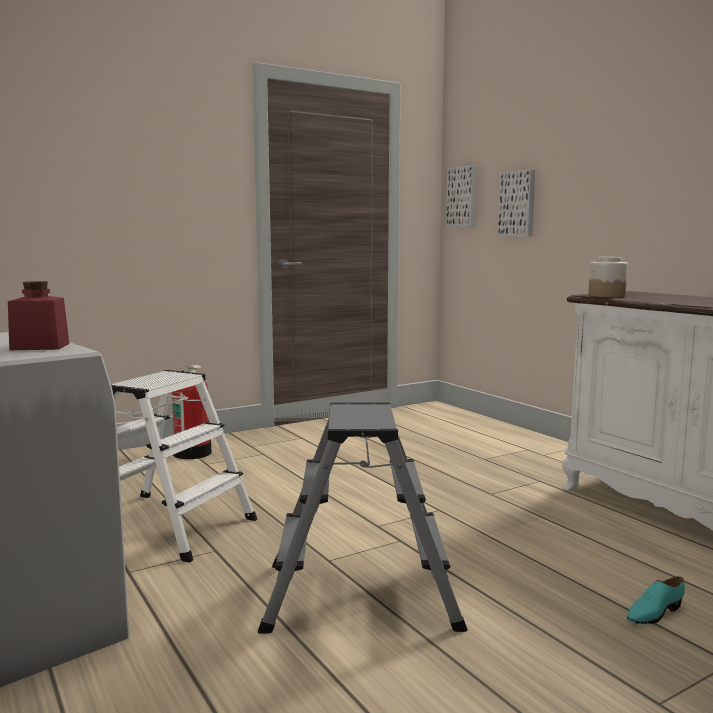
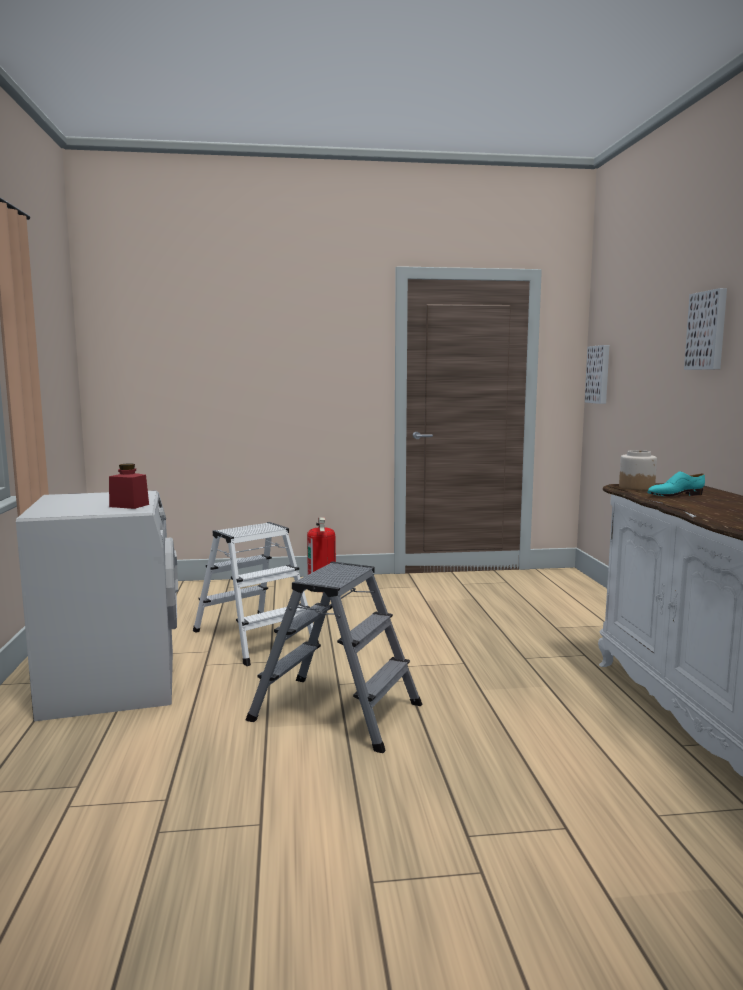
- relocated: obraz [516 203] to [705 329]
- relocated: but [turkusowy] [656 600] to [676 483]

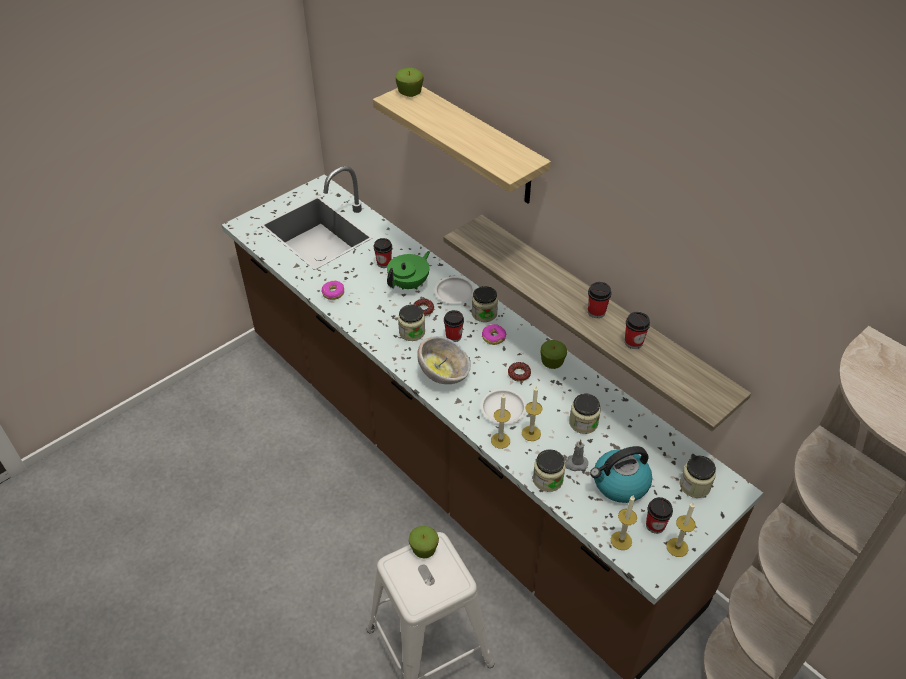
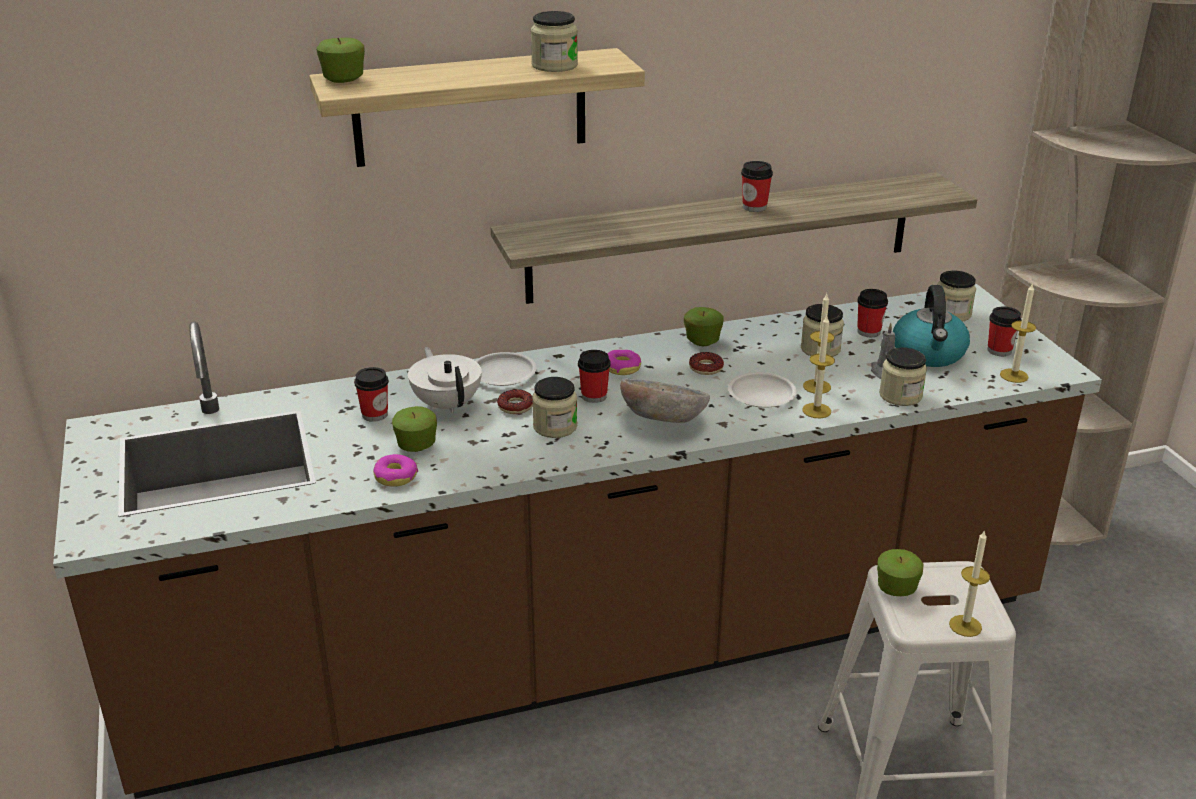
- colour: imbryk [zielony] [408 270] to imbryk [biały] [445 380]
- relocated: słoik [485 304] to [554 41]
- relocated: filiżanka [637 330] to [872 313]
- relocated: świeca [681 529] to [969 583]
- appeared: jabłko [414 429]

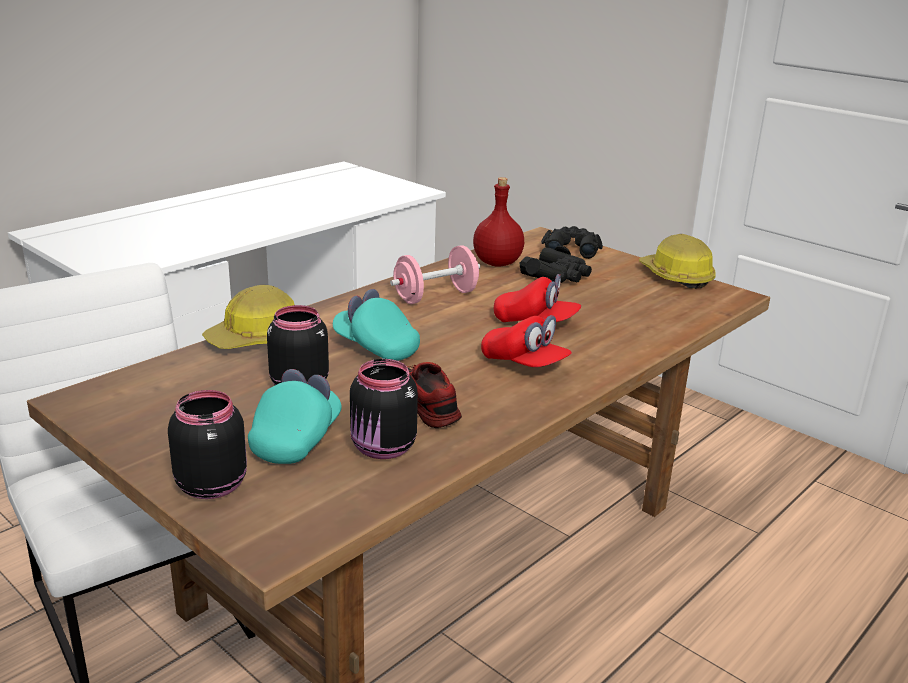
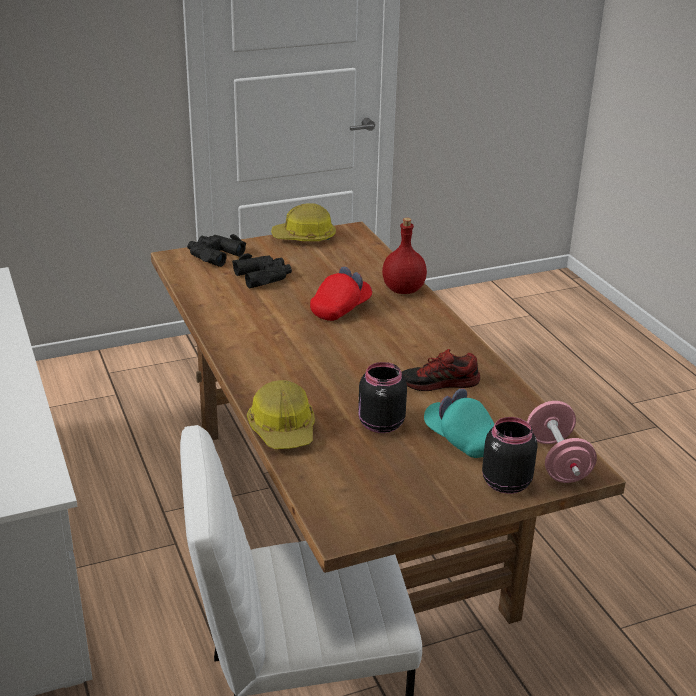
- relocated: butelka [czerwony] [498 222] to [404 256]
- relocated: hantel [różowy] [435 274] to [562 442]
- missing: czapka z daszkiem [turkusowy] [376 325]
- missing: czapka z daszkiem [czerwony] [526 341]
- missing: słoik [czarny] [384 409]

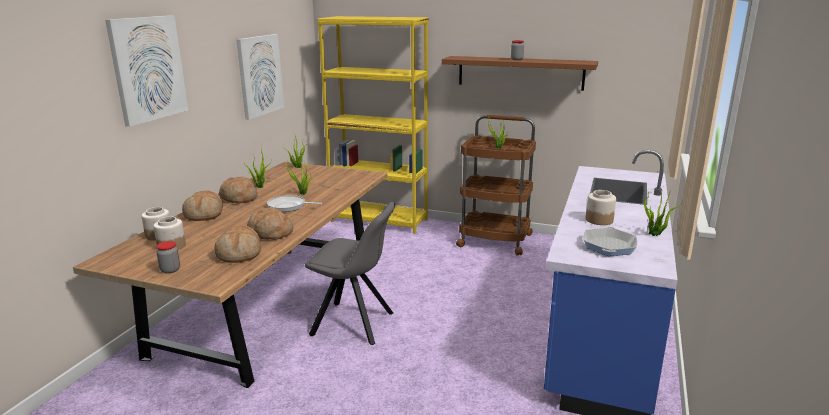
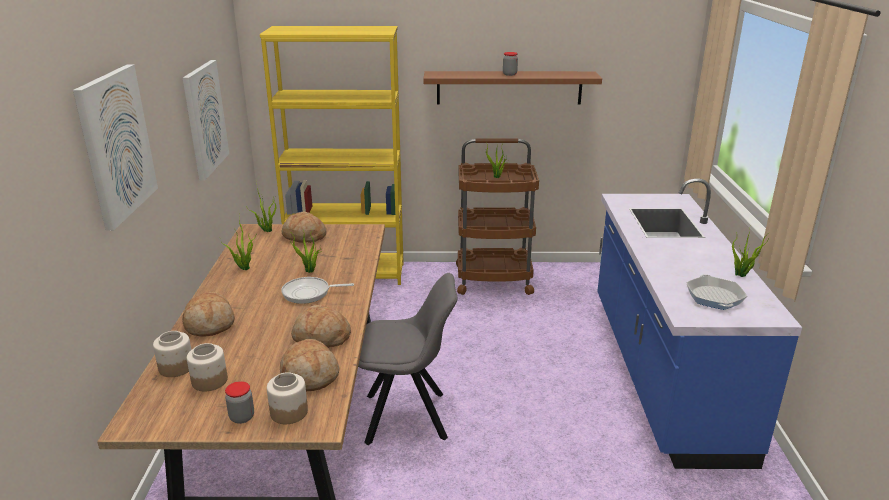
- relocated: chleb [238 190] to [303 227]
- relocated: słoik [601 207] to [287 398]

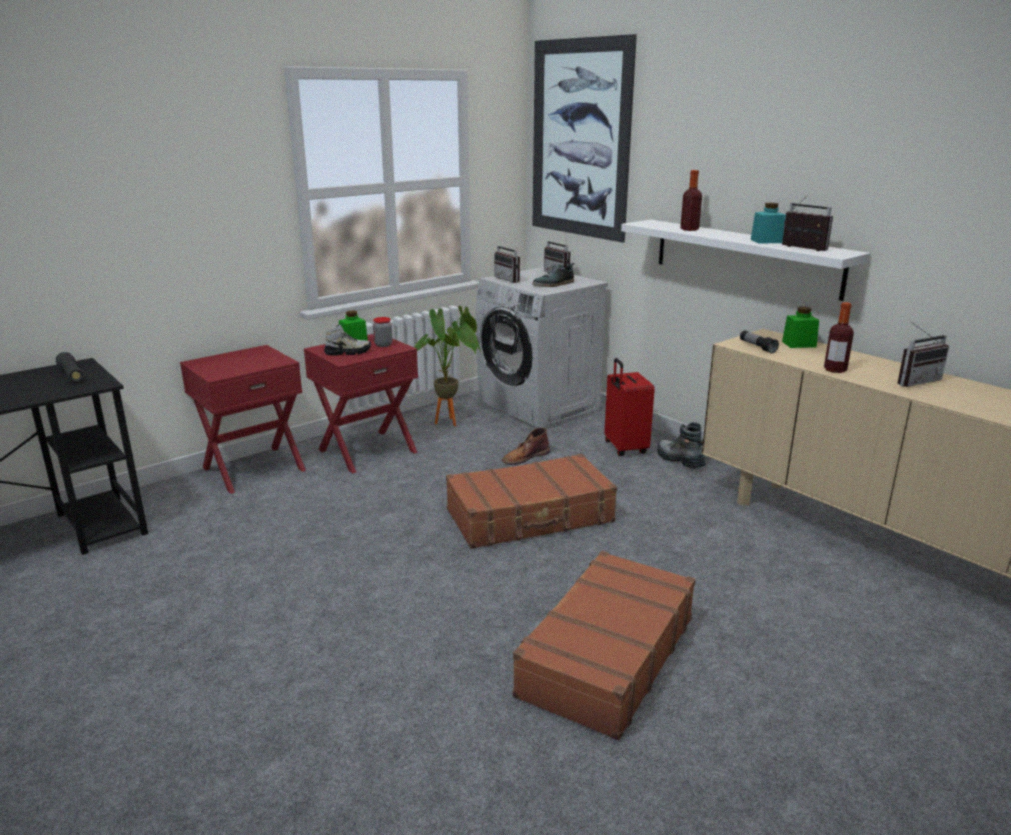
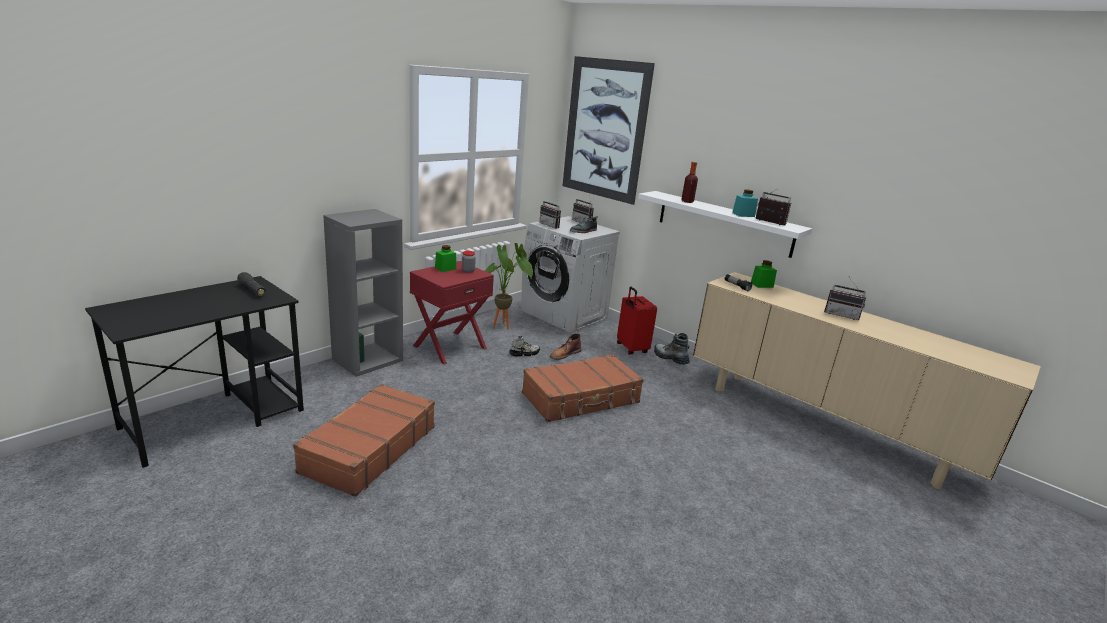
- missing: butelka [839 337]
- spun: radio [923 354] = [845 299] 60 degrees clockwise
- relocated: but [347 340] to [524 345]
- exchanged: szafka nocna [czerwony] [243 419] to regał [szary] [363 293]
- relocated: walizka [brązowy] [604 645] to [364 440]

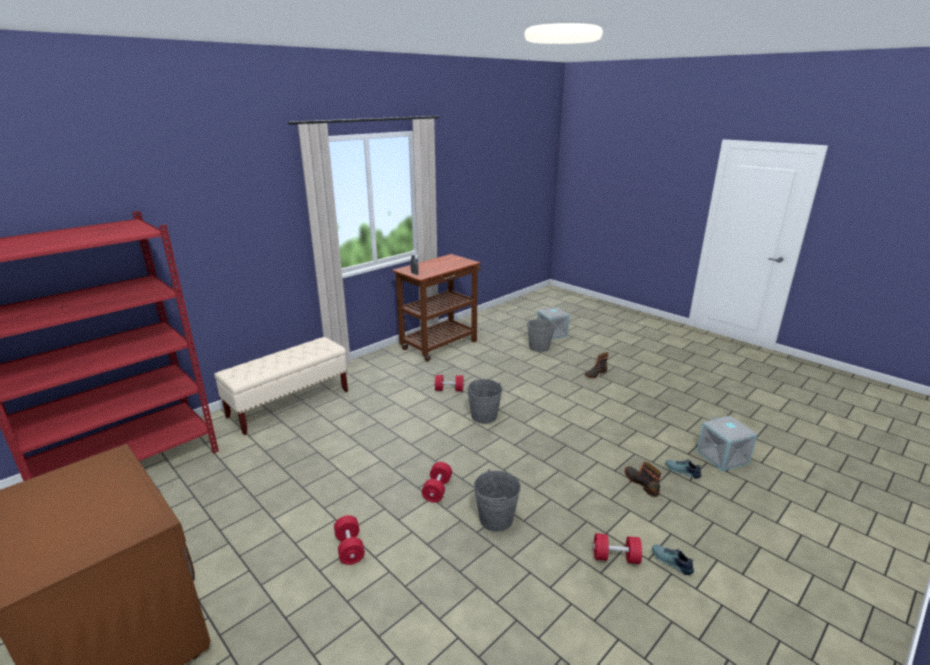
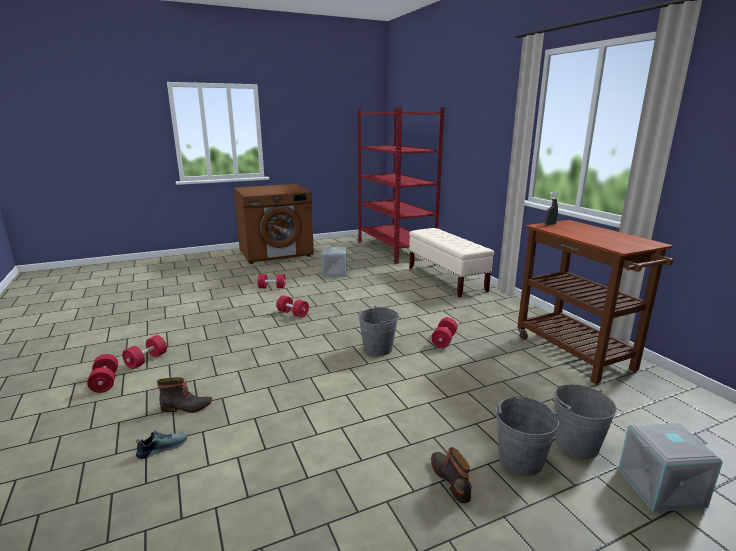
- relocated: pojemnik do przechowywania [szary] [727 443] to [334 262]
- relocated: wiadro [szary] [497 500] to [527 436]
- exchanged: but [673 559] to hantel [czerwony] [102 373]

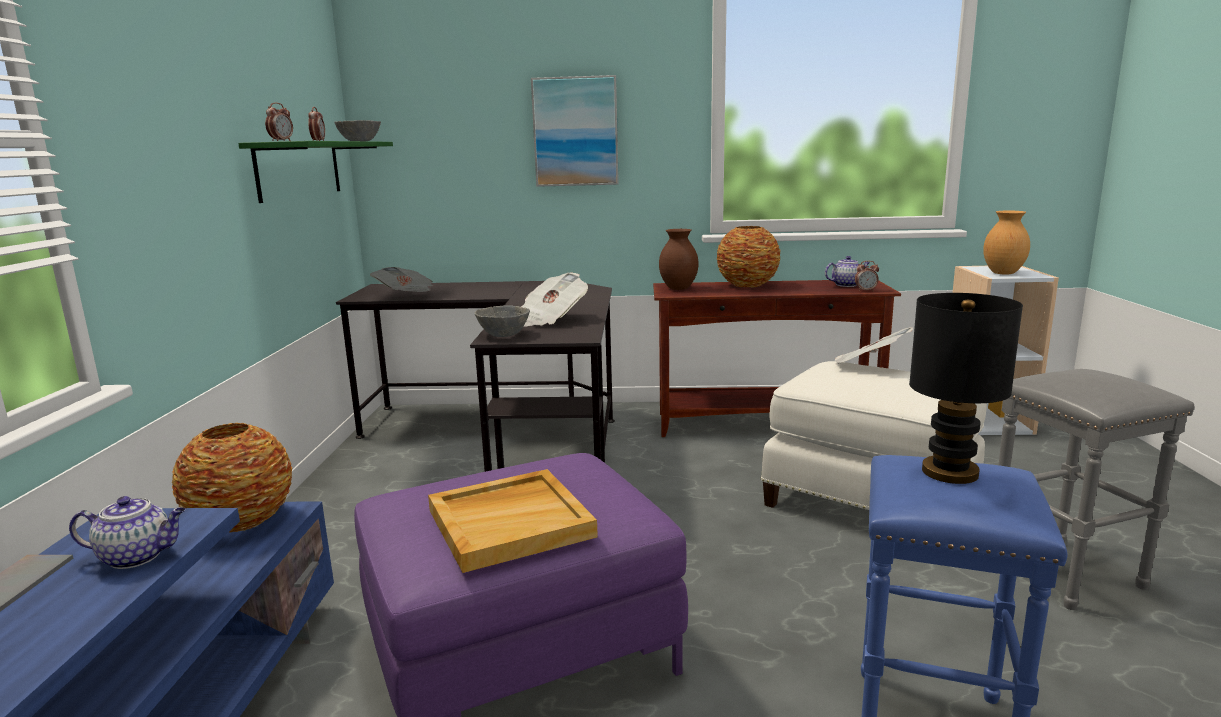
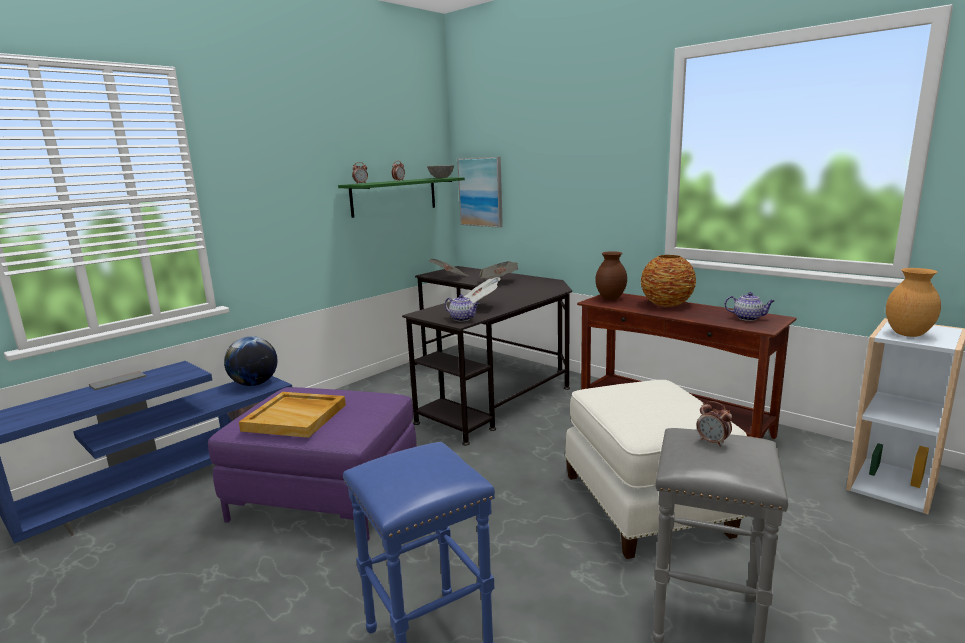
- relocated: obraz [575 131] to [480 192]
- relocated: budzik [867 276] to [714 424]
- missing: lampa stołowa [czarny] [966 388]
- missing: miska [szary] [502 321]
- relocated: gazeta [874 346] to [498 270]
- exchanged: wazon [232 477] to globus [250 361]
- relocated: imbryk [127 532] to [462 308]

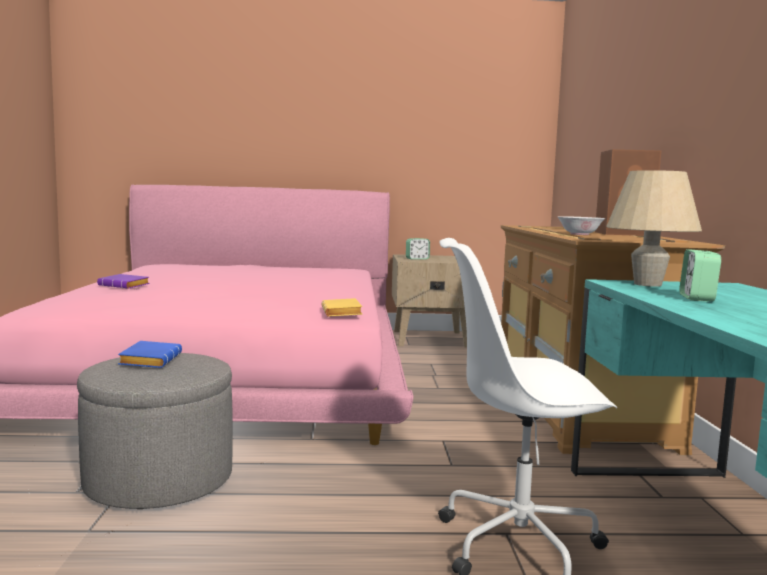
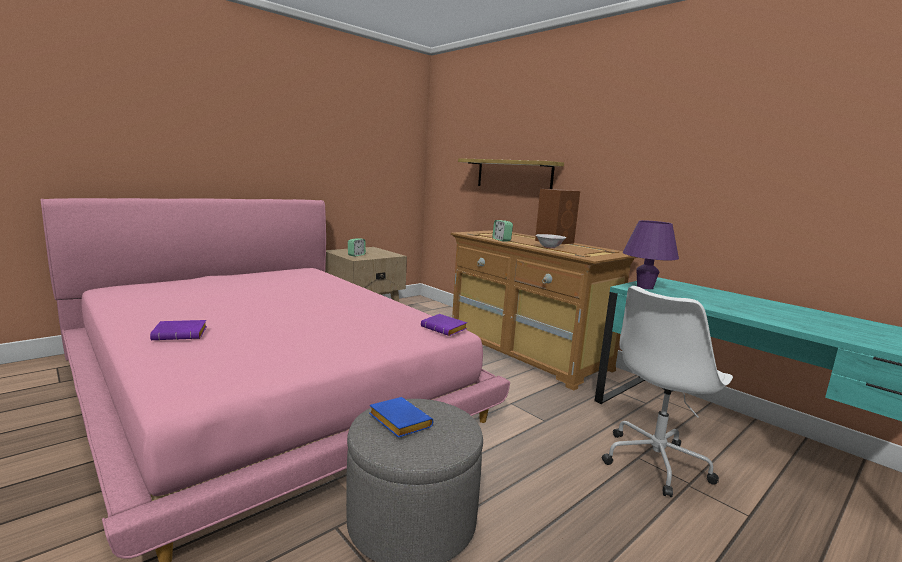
- colour: lampa stołowa [beżowy] [654 228] to lampa stołowa [fioletowy] [651 254]
- relocated: budzik [700 275] to [503 230]
- colour: książka [żółty] [342 307] to książka [fioletowy] [444 325]
- appeared: półka [511 173]

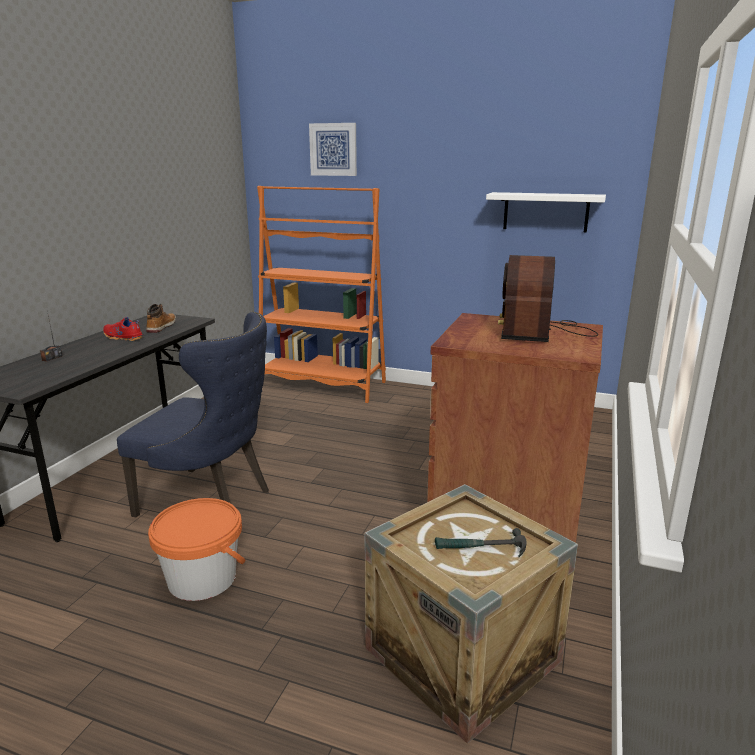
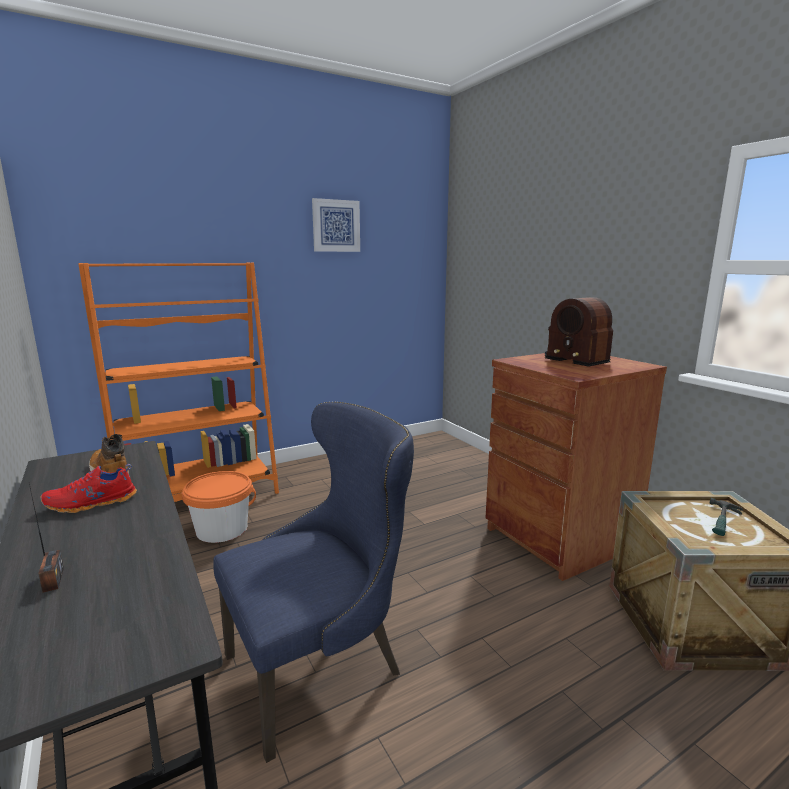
- relocated: obraz [333 149] to [336 225]
- missing: półka [biały] [546 212]
- relocated: wiadro [pomarańczowy] [197 549] to [219 507]

